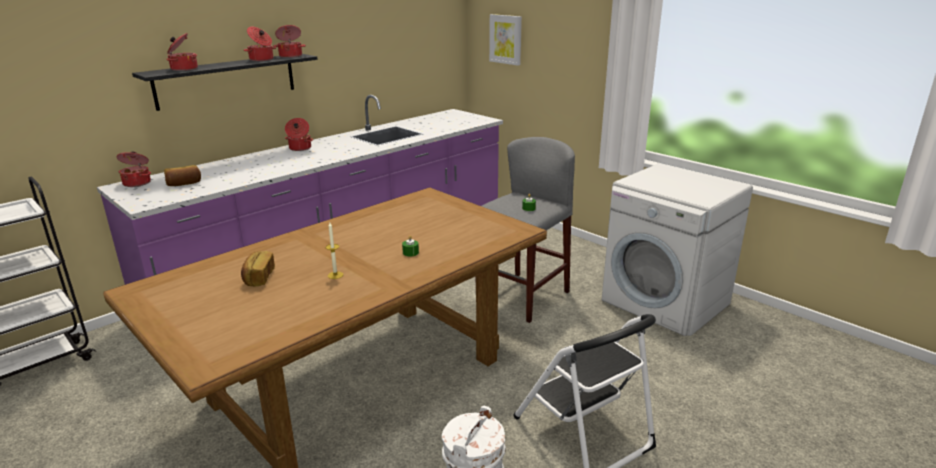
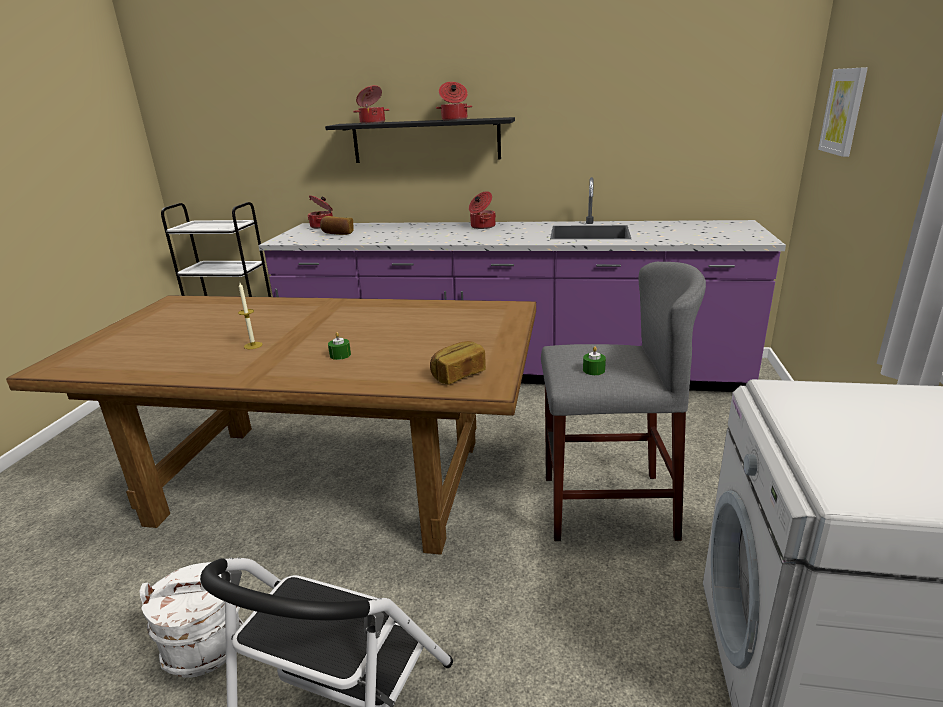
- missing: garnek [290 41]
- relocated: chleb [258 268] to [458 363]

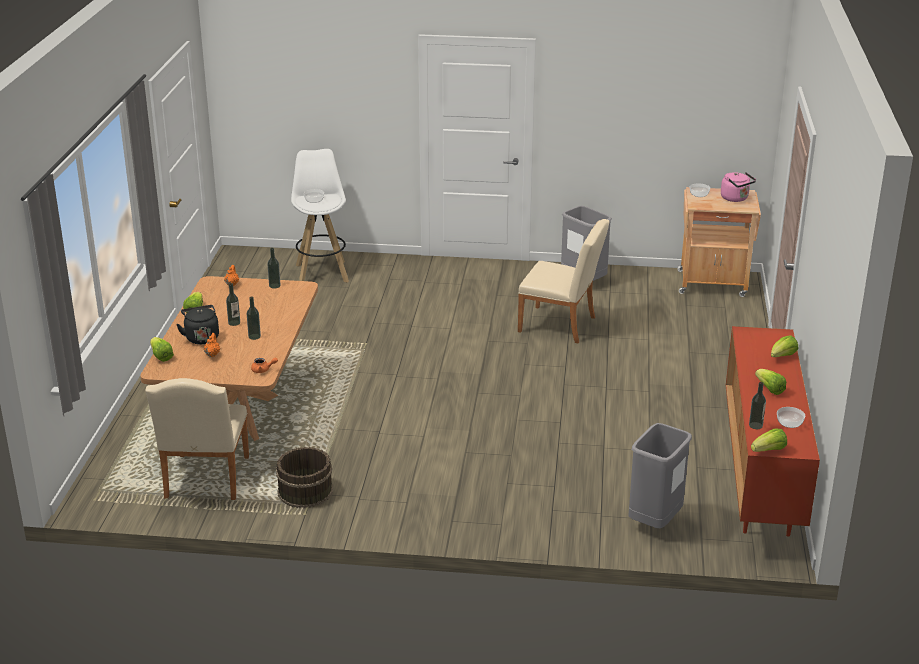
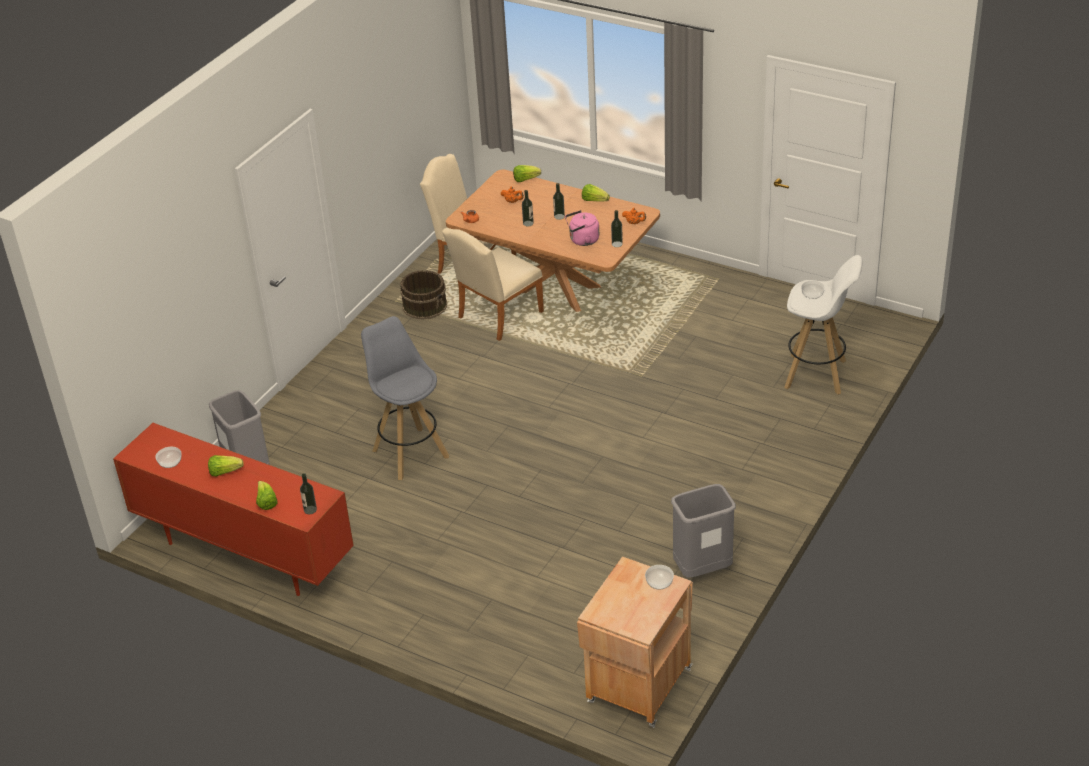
- relocated: czajnik [różowy] [738 187] to [582 228]
- relocated: krzesło [beżowy] [563 281] to [493 284]
- missing: czajnik [czarny] [197 324]
- relocated: butelka [757 405] to [308 493]
- missing: sałata [769 440]
- appeared: stołek [szary] [405 398]

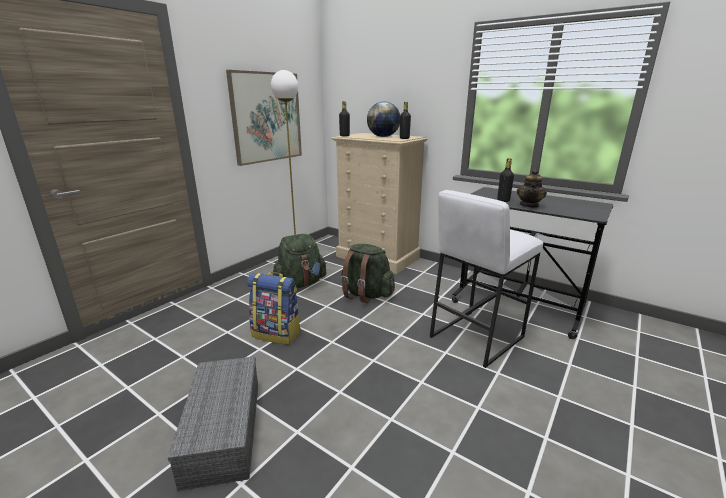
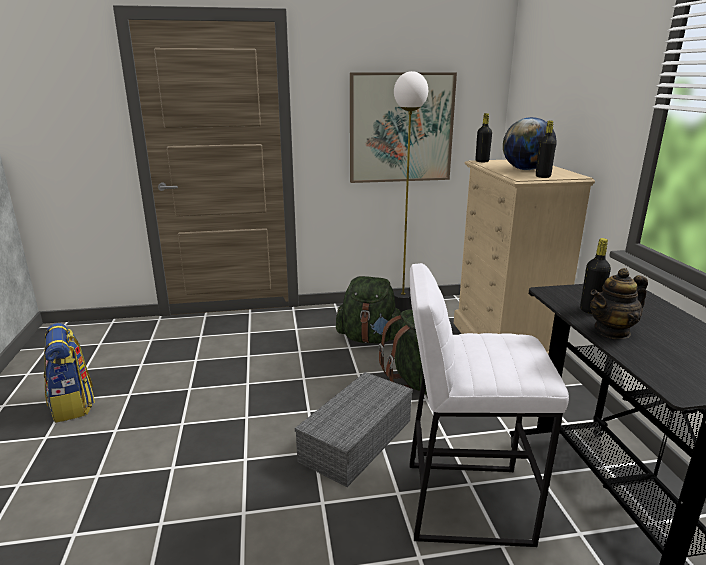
- relocated: plecak [274 308] to [69 373]
- relocated: pojemnik do przechowywania [szary] [213 423] to [354 429]

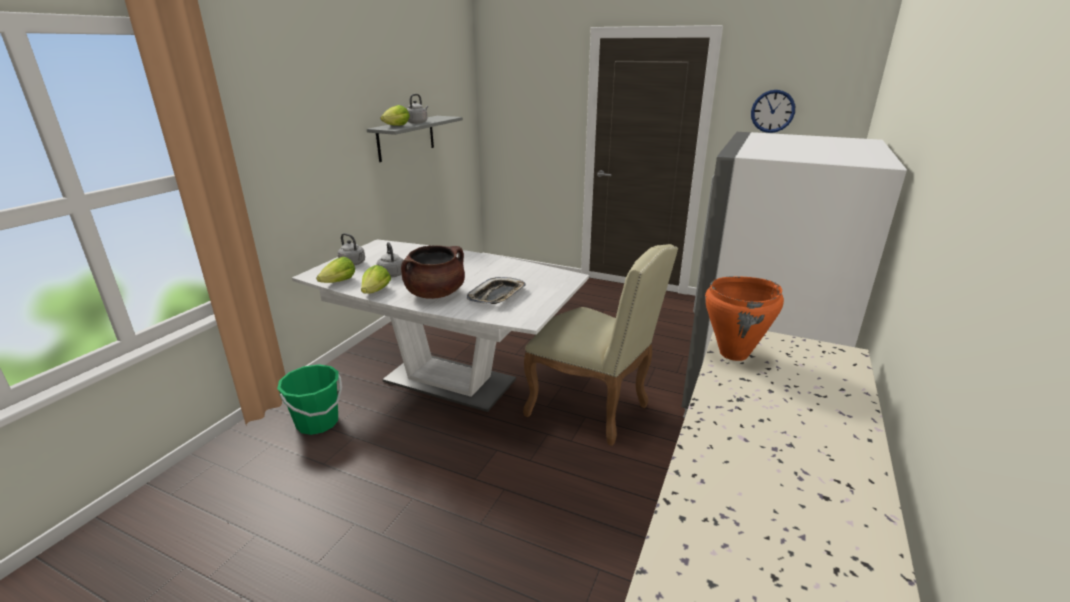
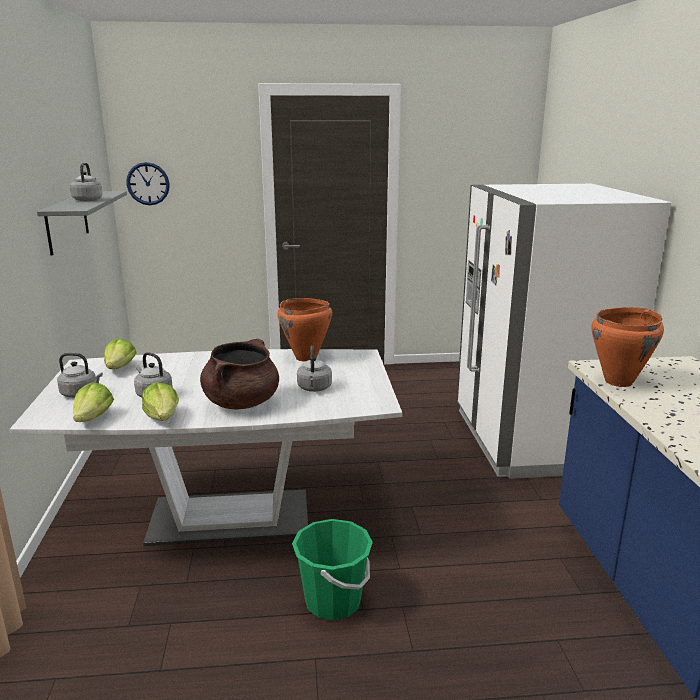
- relocated: zegar ścienny [773 111] to [148 183]
- relocated: sałata [395 115] to [120 353]
- missing: krzesło [beżowy] [600 345]
- exchanged: taca [496 290] to czajnik [szary] [314 368]
- relocated: wiadro [zielony] [309 399] to [332 570]
- appeared: garnek [pomarańczowy] [305 330]

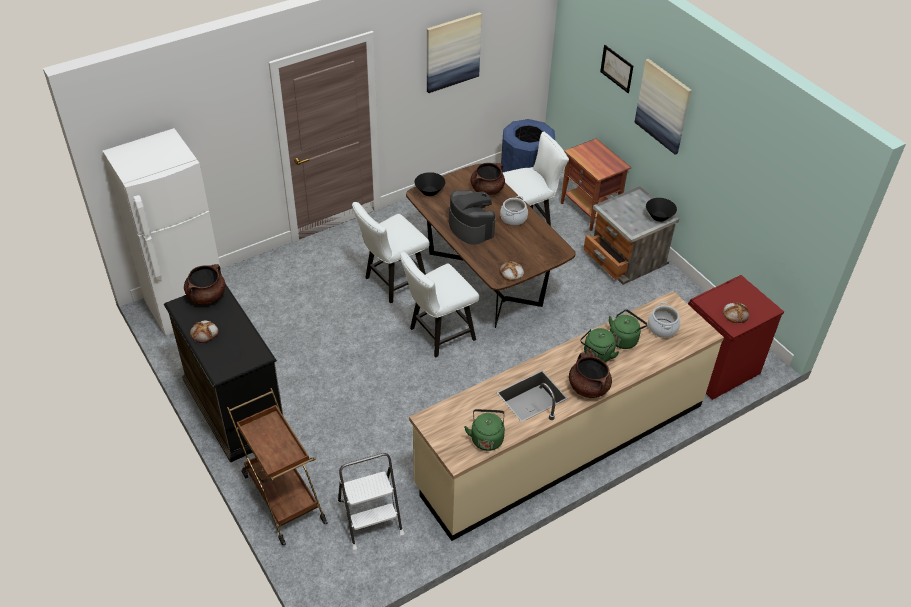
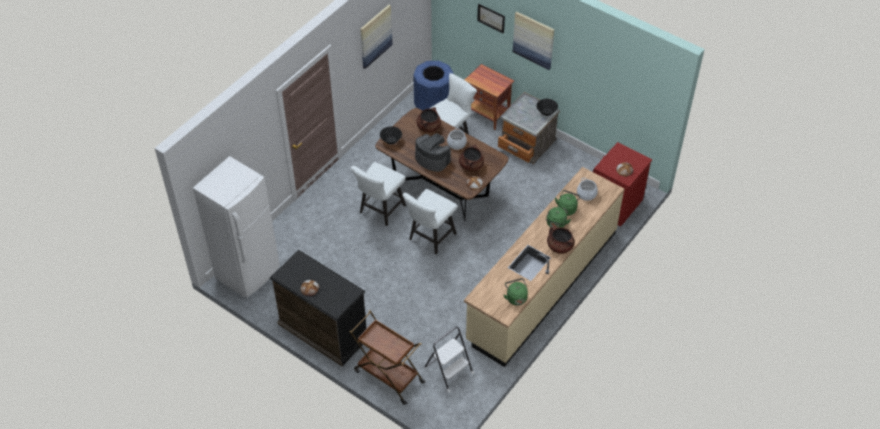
- relocated: garnek [brązowy] [205 284] to [471 158]

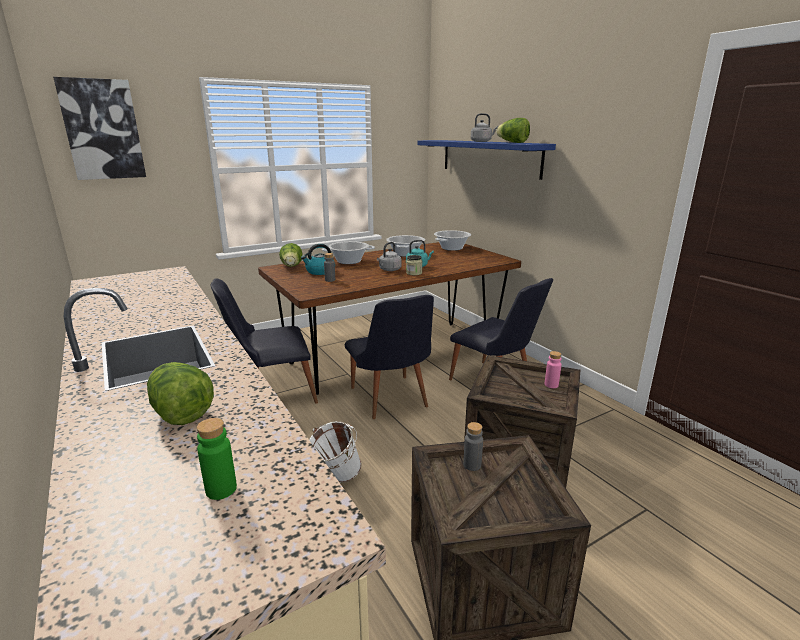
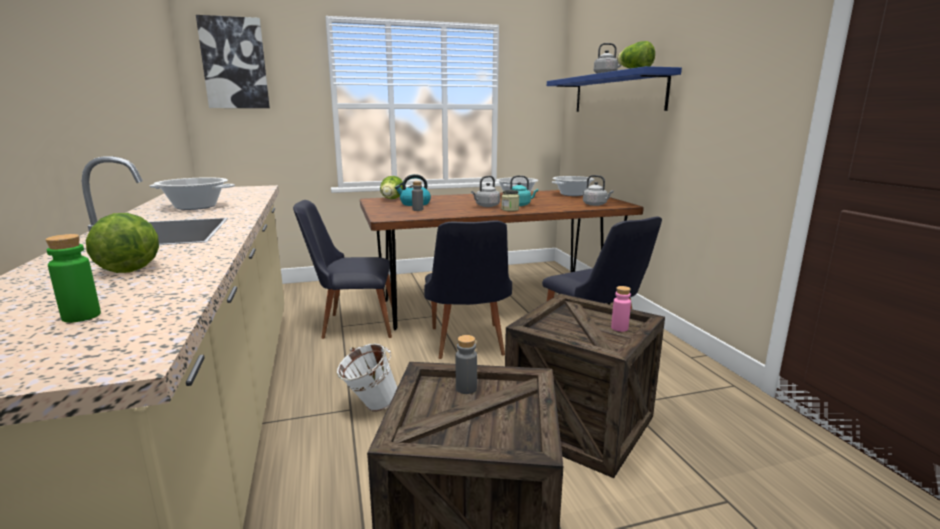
- relocated: garnek [348 252] to [192 193]
- appeared: czajnik [szary] [598 190]

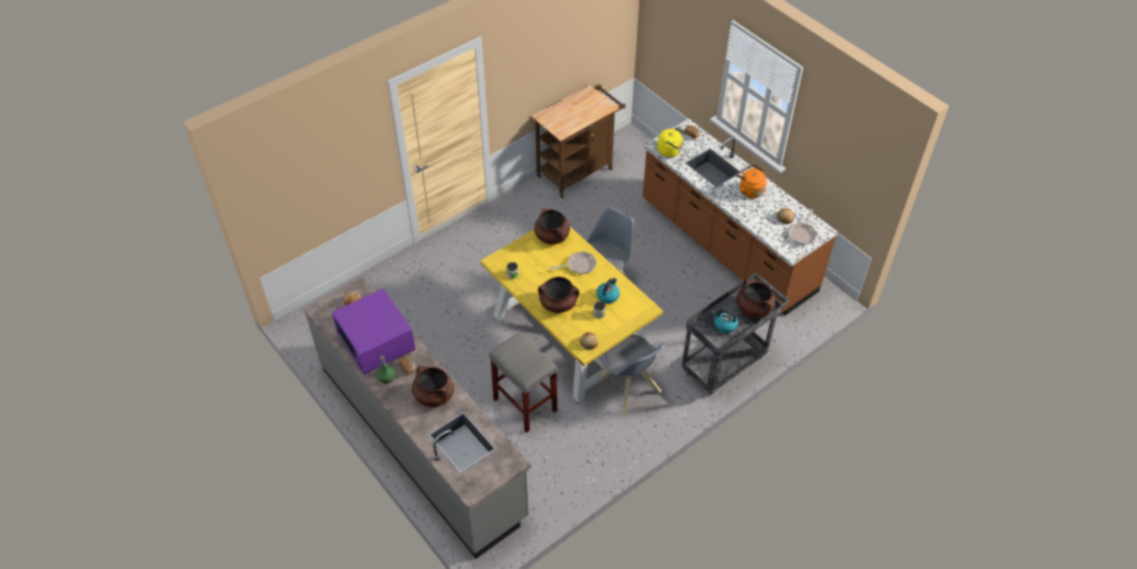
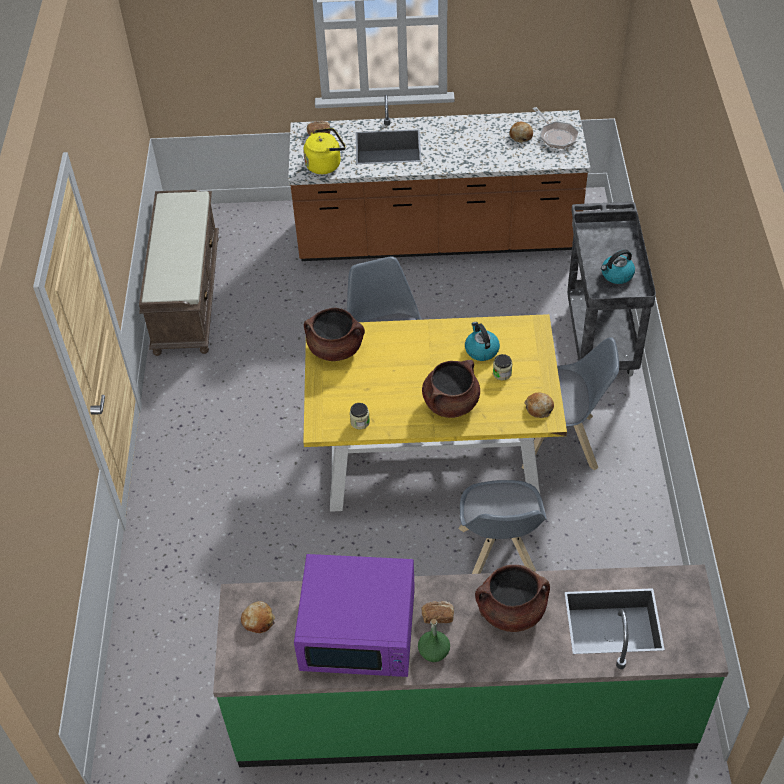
- exchanged: wózek [brązowy] [578 141] to ławka [brązowy] [179 273]
- missing: czajnik [pomarańczowy] [752 181]
- missing: patelnia [573 262]
- colour: zabudowa kuchenna [szary] [417 418] to zabudowa kuchenna [zielony] [471 665]
- missing: garnek [brązowy] [756 298]
- exchanged: stołek [szary] [523 382] to krzesło [szary] [502 527]

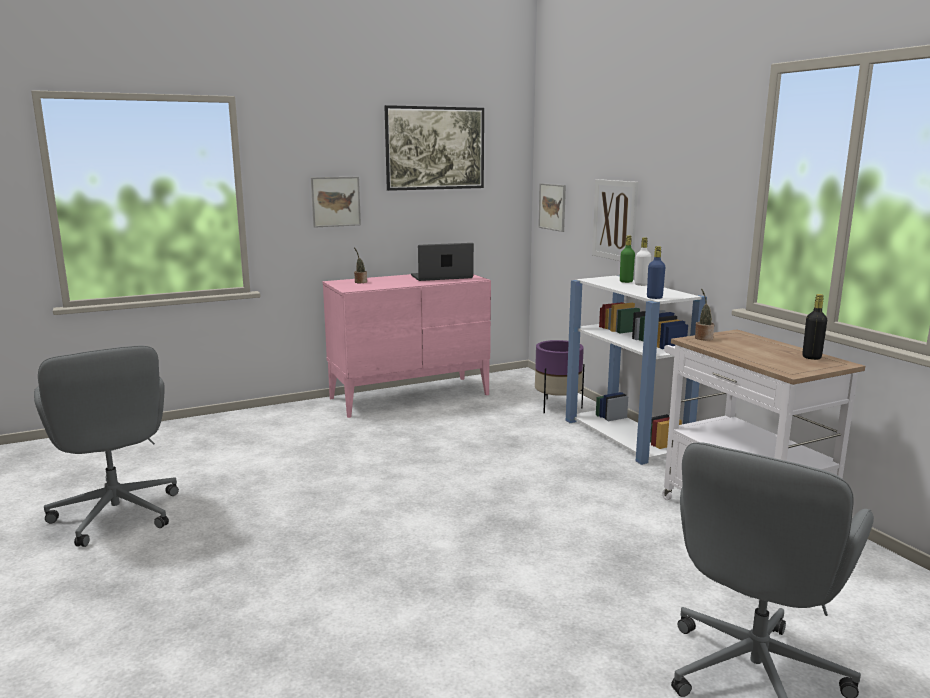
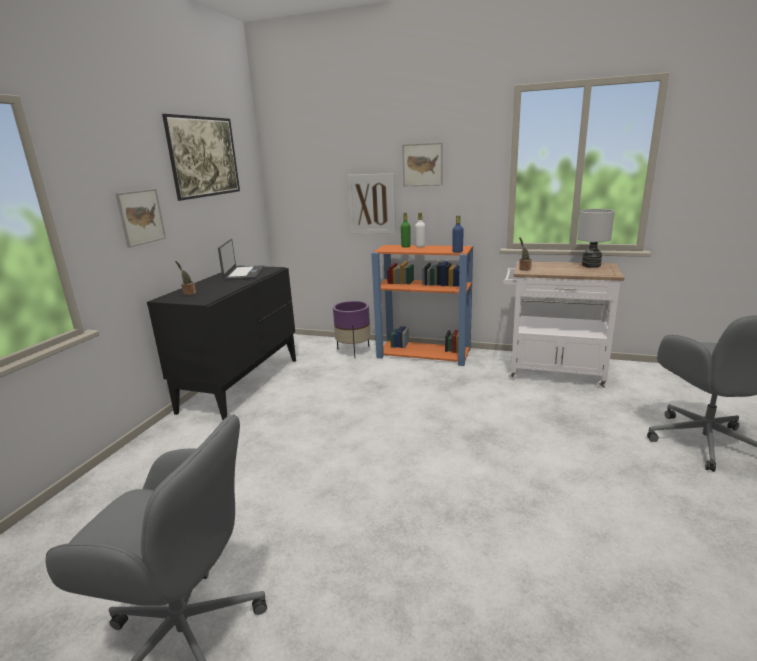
- relocated: obraz [552 207] to [422 164]
- spun: laptop [442 262] = [241 259] 150 degrees clockwise
- colour: szafka [różowy] [407 346] to szafka [czarny] [221 343]
- colour: regał [biały] [636 370] to regał [pomarańczowy] [422 305]
- exchanged: butelka [czarny] [814 327] to lampa stołowa [szary] [596 238]

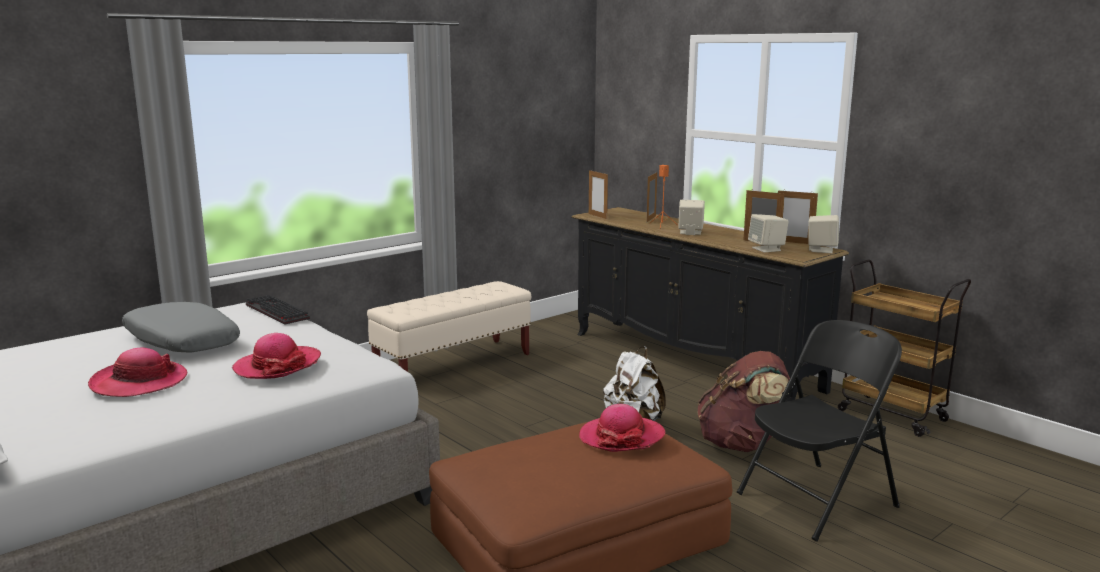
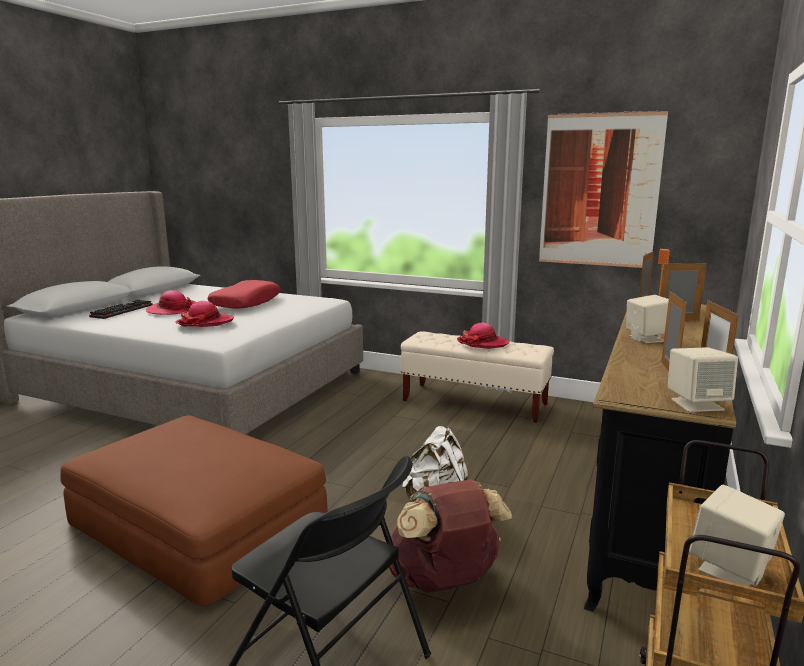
- relocated: głośnik [beżowy] [768 233] to [737 536]
- relocated: klawiatura [278 310] to [121 309]
- colour: poduszka [szary] [181 327] to poduszka [czerwony] [244 294]
- relocated: kapelusz [622 428] to [483 336]
- appeared: obraz [603 189]

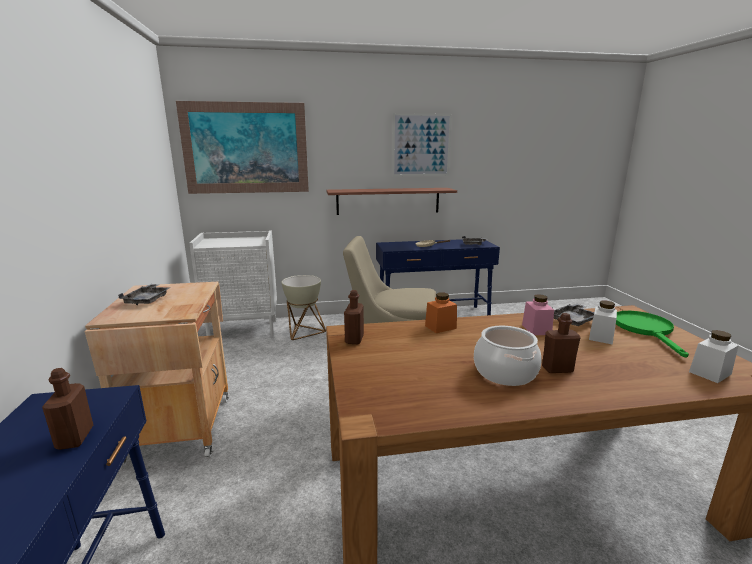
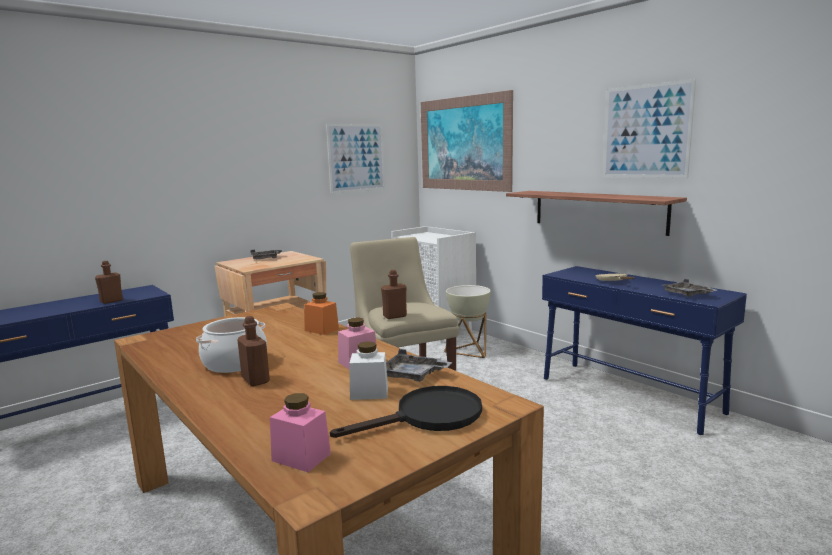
- relocated: butelka [brązowy] [354 317] to [394 294]
- colour: patelnia [zielony] [652 334] to patelnia [czarny] [406 412]
- colour: słoik [biały] [714 356] to słoik [różowy] [300 432]
- appeared: obraz [355 159]

